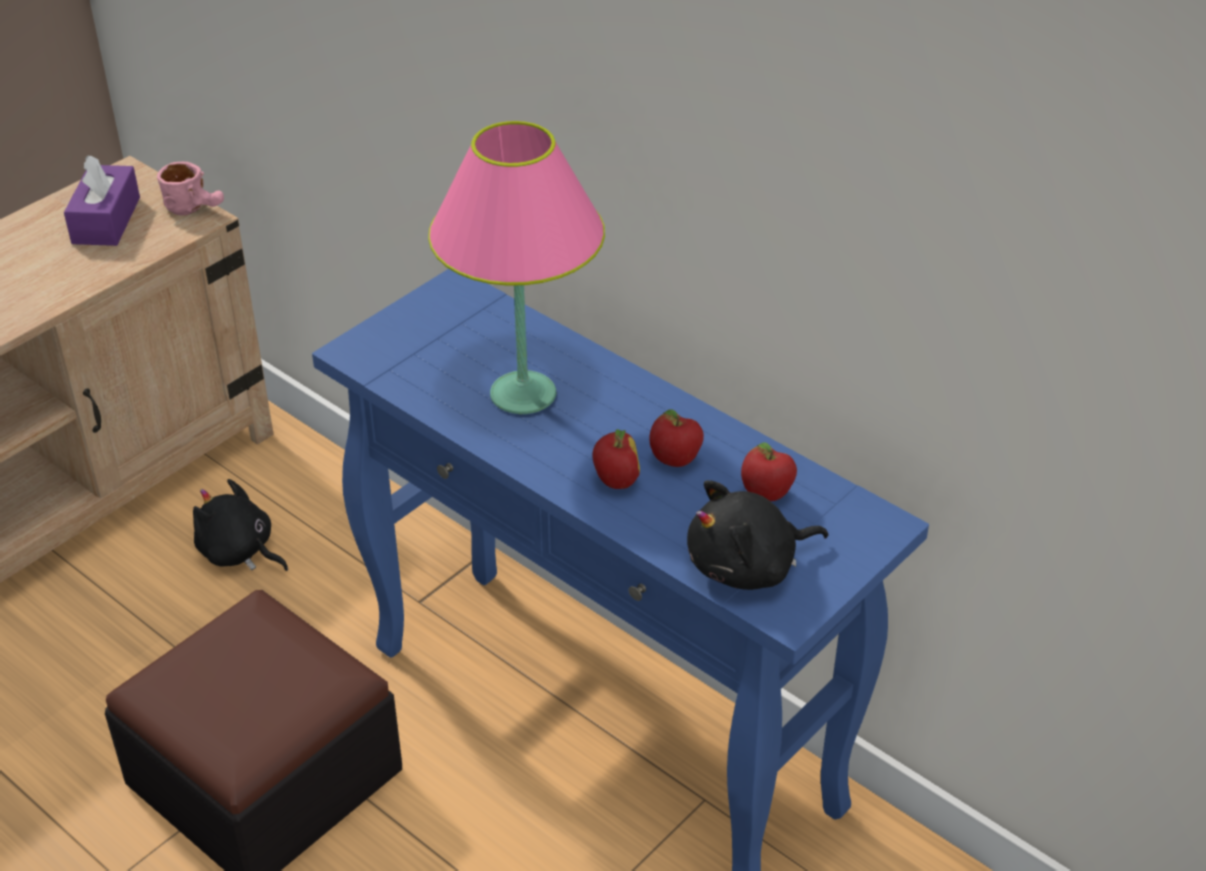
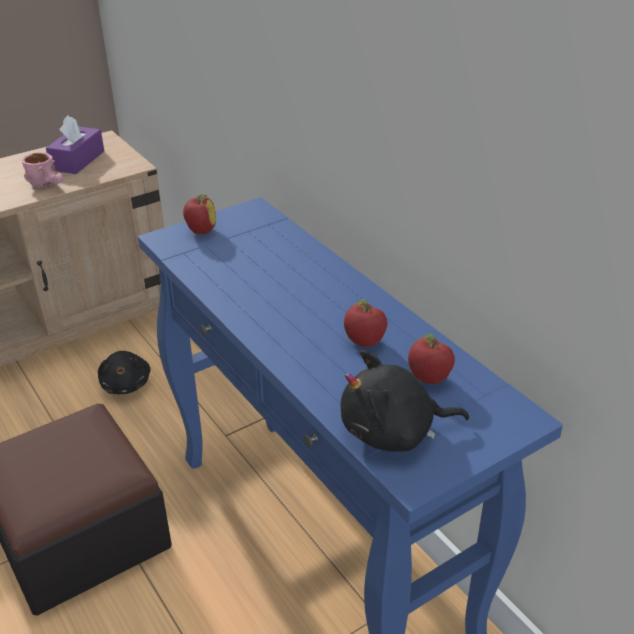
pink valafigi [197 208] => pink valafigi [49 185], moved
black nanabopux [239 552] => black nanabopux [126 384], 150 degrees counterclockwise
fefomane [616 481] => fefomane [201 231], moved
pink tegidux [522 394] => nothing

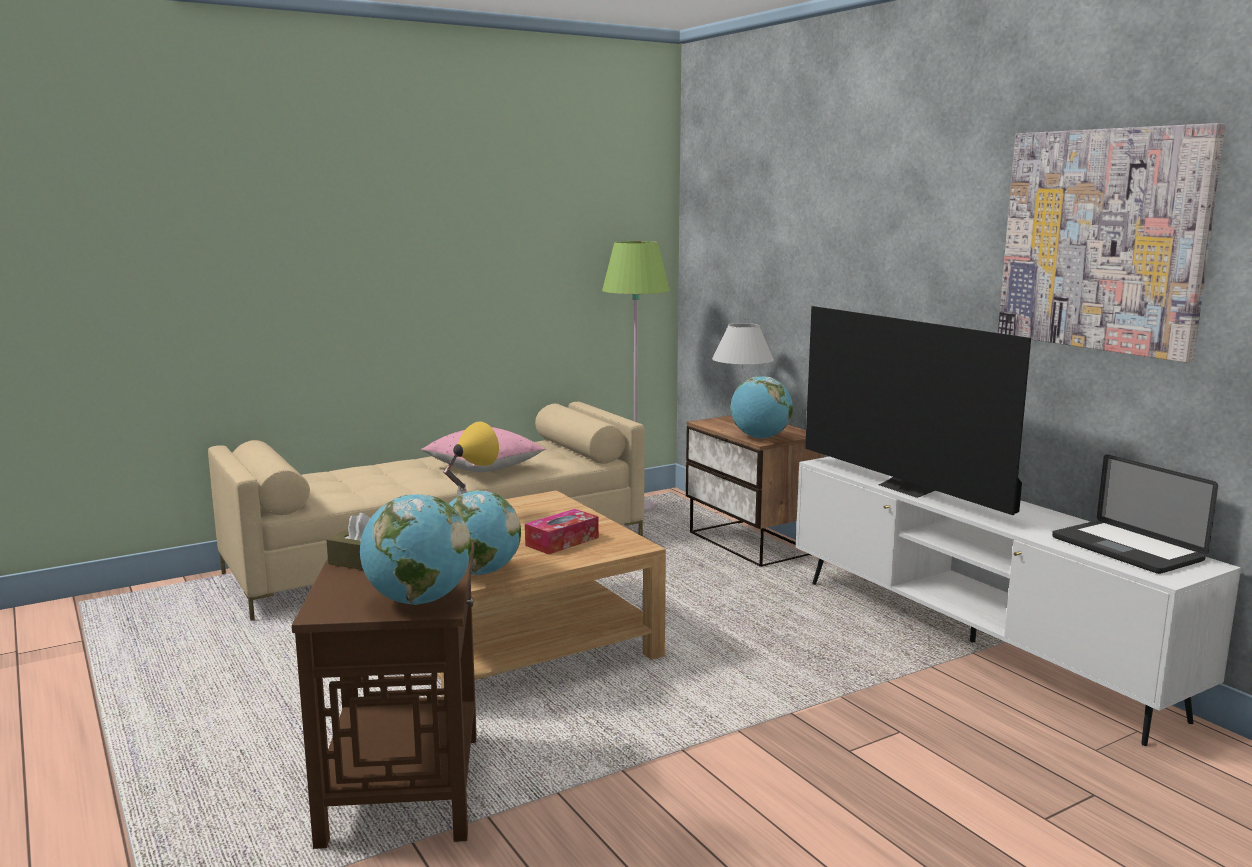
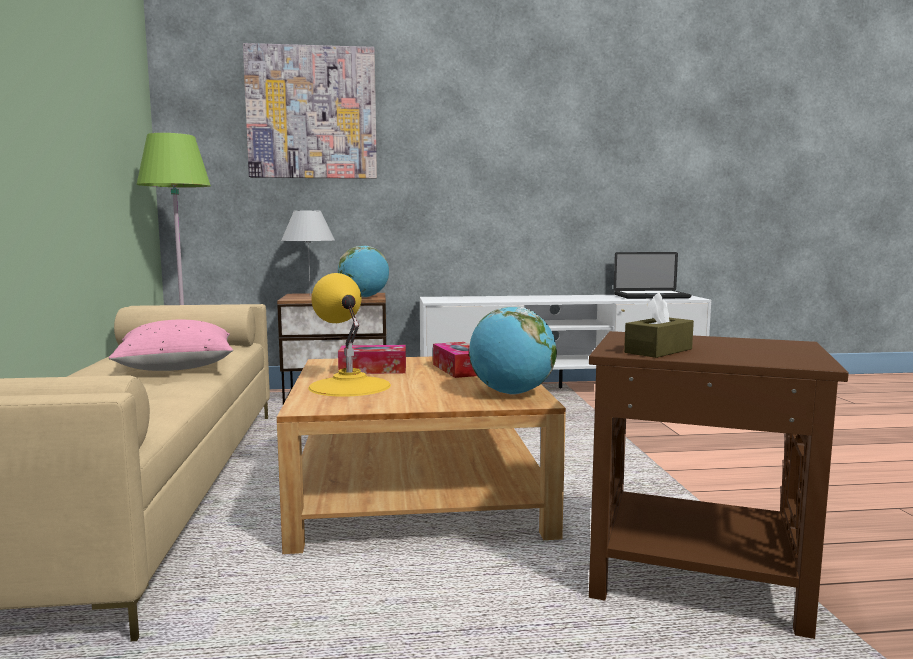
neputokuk [1103 240] => neputokuk [312 113], moved
nothing => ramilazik [373 370]
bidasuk [418 601] => nothing
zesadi [910 488] => nothing

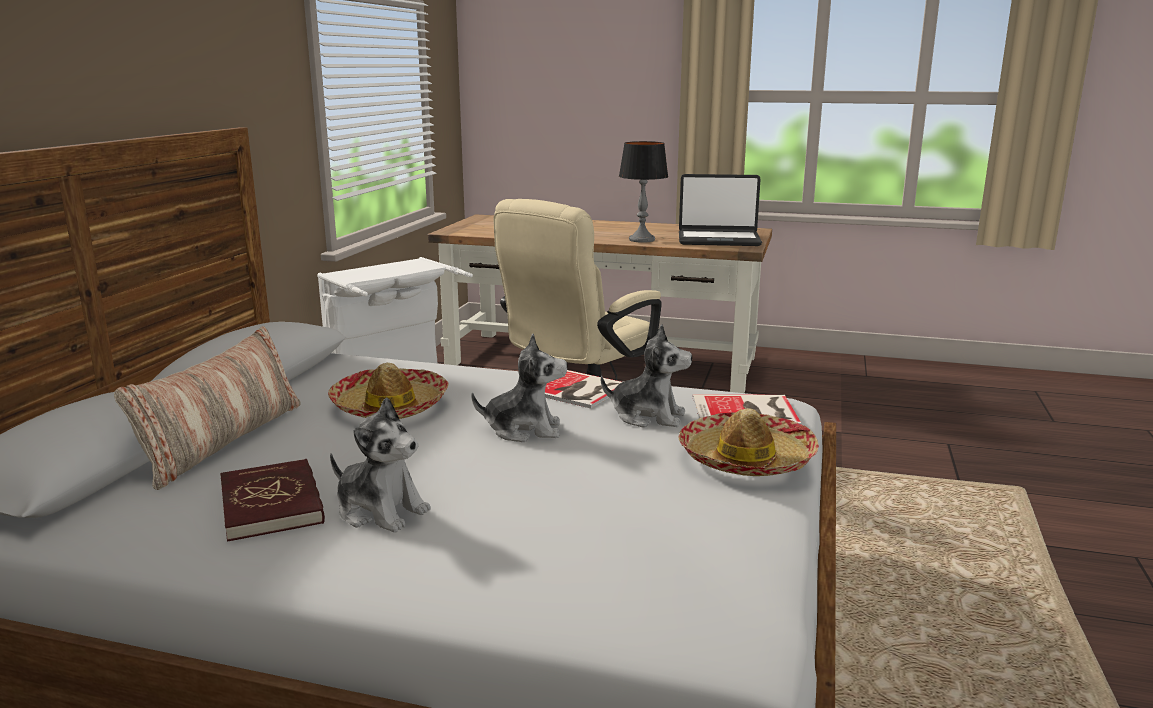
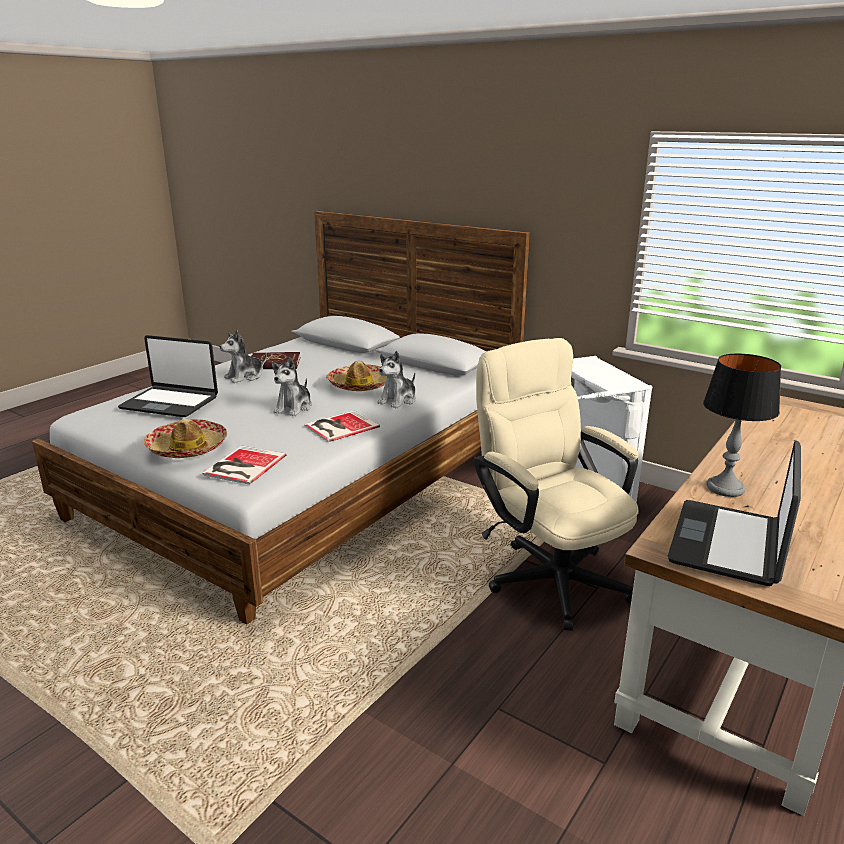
nothing => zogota [170 403]
nanabopux [648 416] => nanabopux [398 400], moved
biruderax [222 441] => nothing

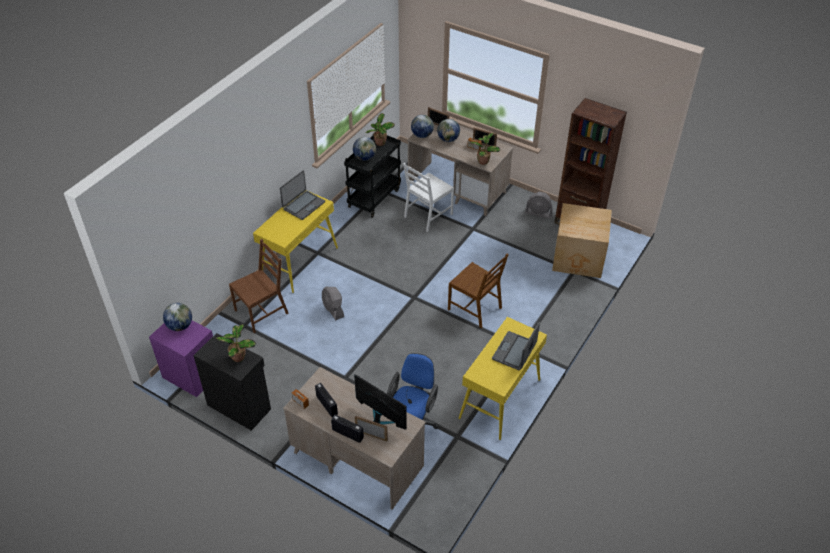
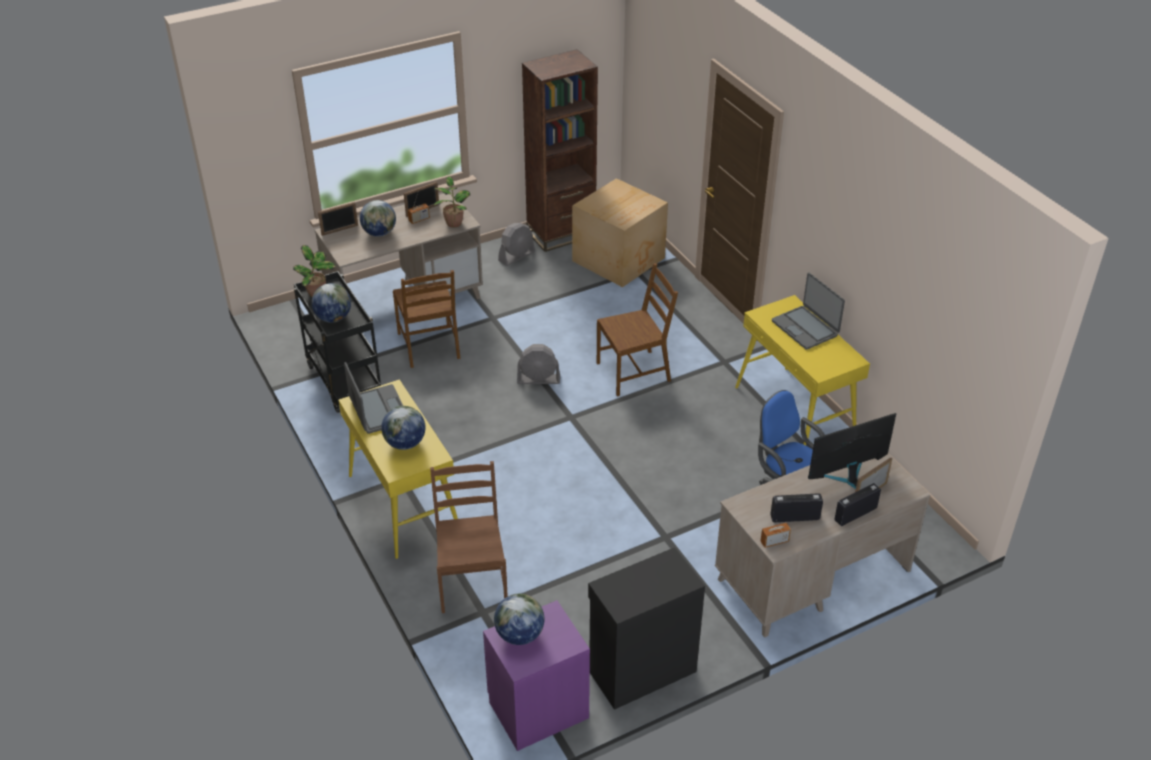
bidasuk [422 135] => bidasuk [405 443], moved
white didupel [428 215] => brown didupel [430 346]
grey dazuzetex [333 309] => grey dazuzetex [538 379], moved
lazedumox [239 356] => nothing

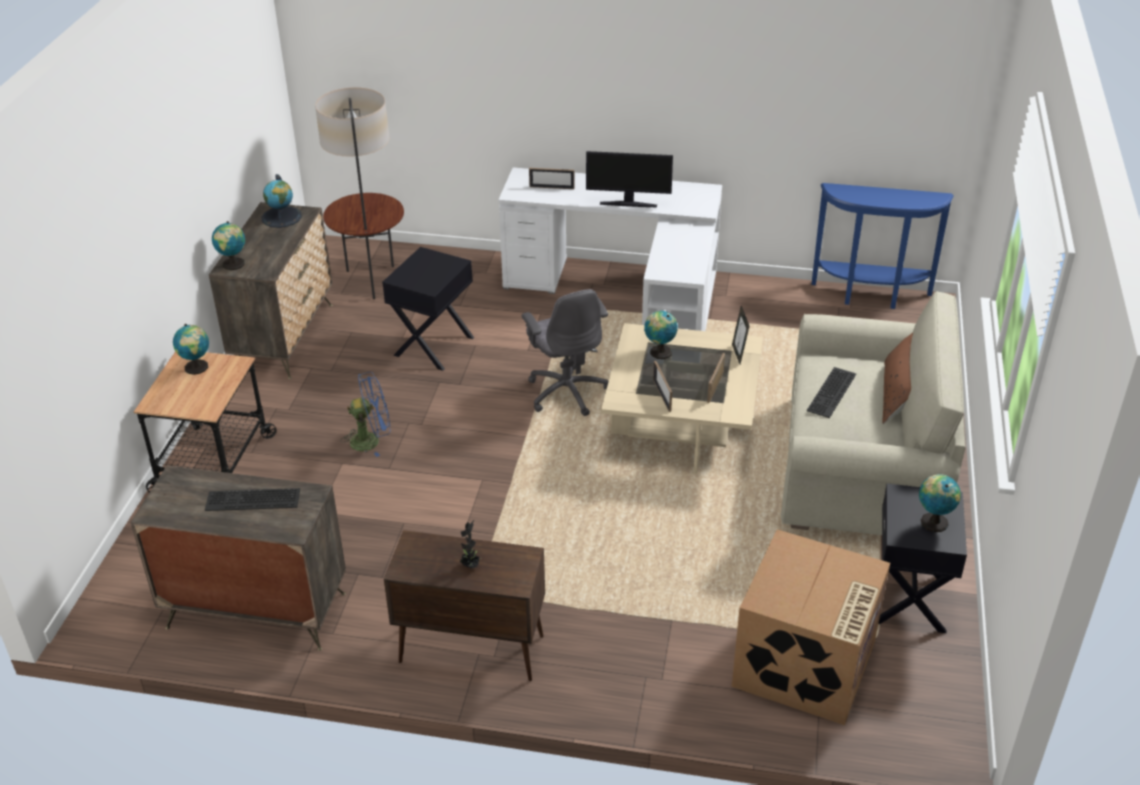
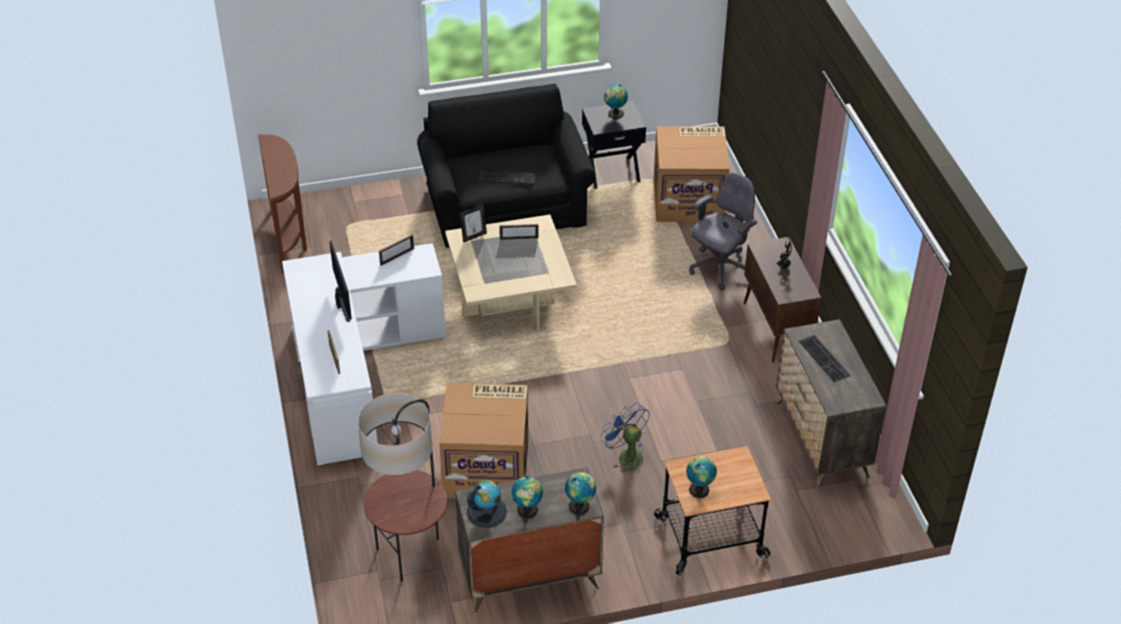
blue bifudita [871 296] => brown bifudita [289 239]
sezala [662 395] => sezala [397 257], moved
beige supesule [861 469] => black supesule [506 208]
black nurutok [435 346] => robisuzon [487 467]
bidasuk [659 352] => bidasuk [527 511], moved
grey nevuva [567 391] => grey nevuva [720 268], moved
brown biruderax [896 394] => nothing

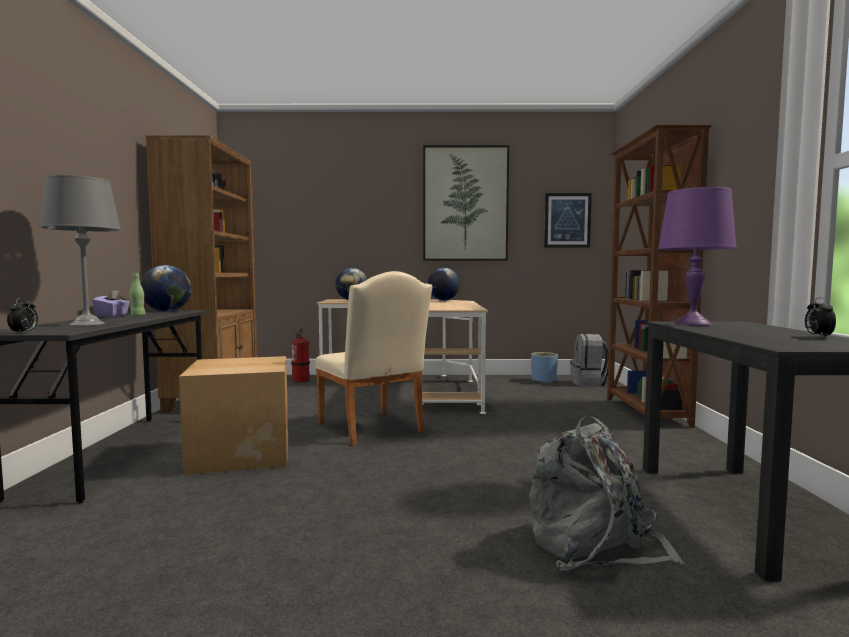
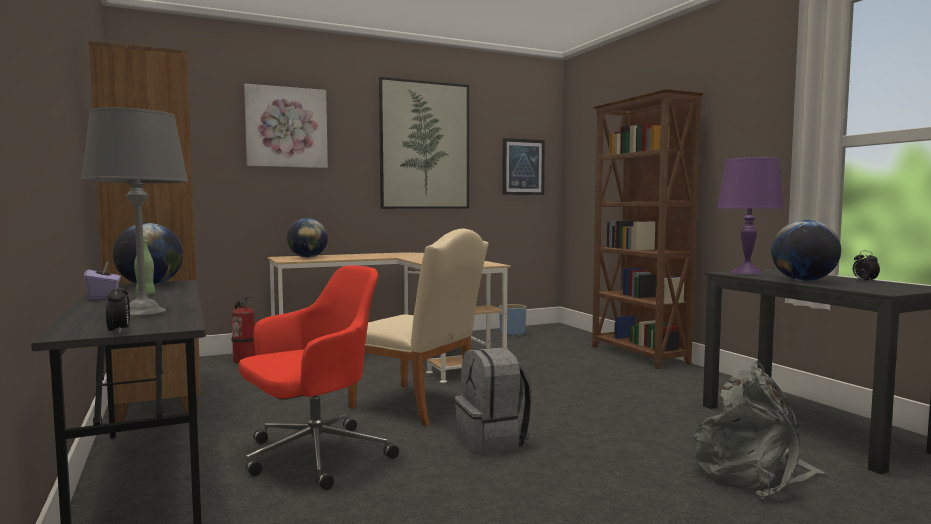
robisuzon [241 454] => red nevuva [313 456]
nothing => neputokuk [286 127]
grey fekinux [589 383] => grey fekinux [493 440], moved
bidasuk [443 300] => bidasuk [803 281], moved

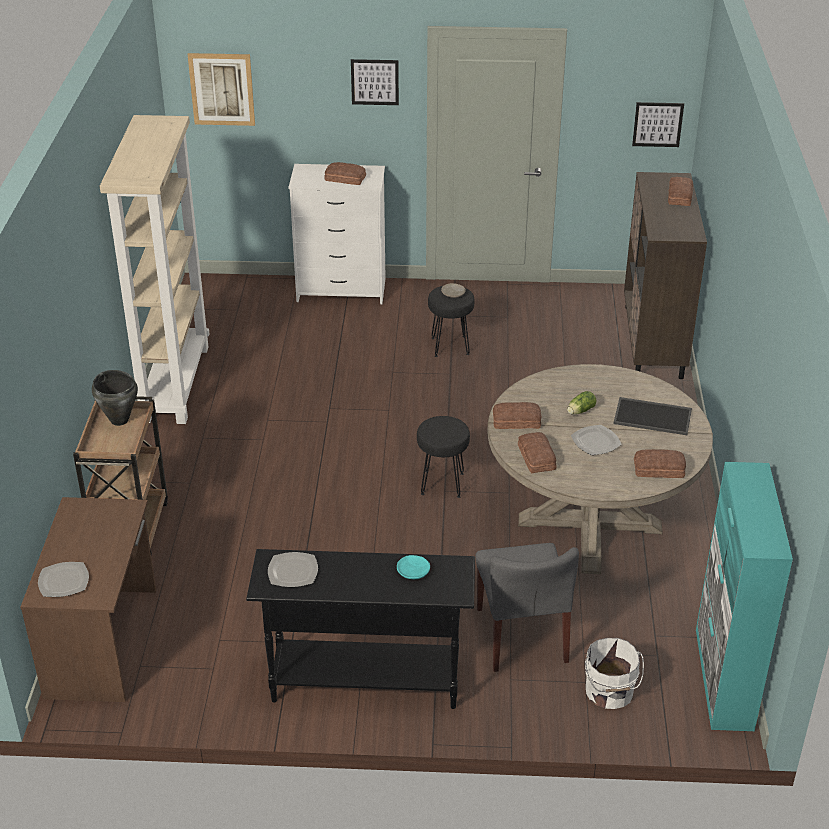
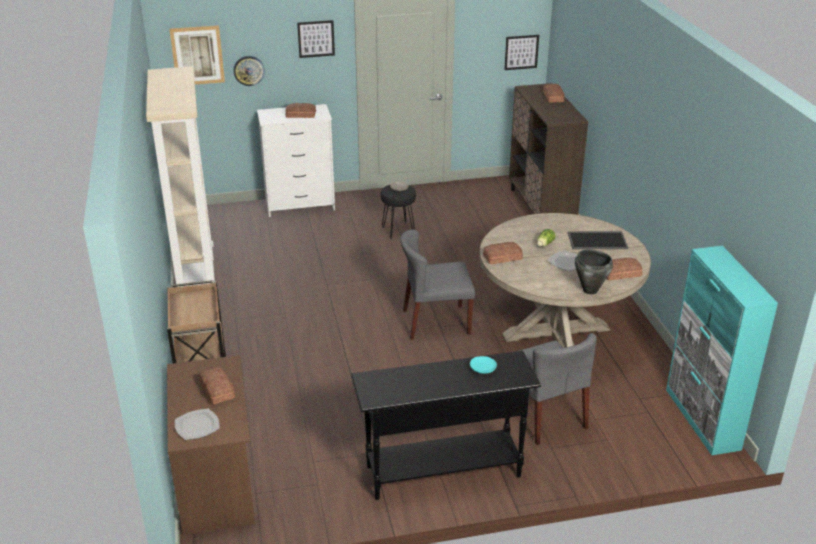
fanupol [535 458] => fanupol [216 390], moved
nothing => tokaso [248 70]
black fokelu [442 483] => grey didupel [435 322]
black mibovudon [119 420] => black mibovudon [590 290], moved
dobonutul [292 572] => nothing
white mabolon [609 693] => nothing

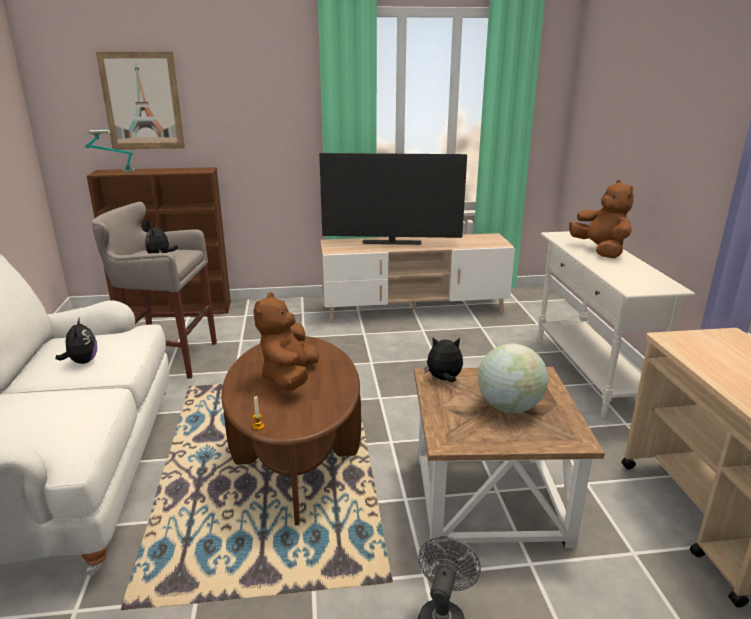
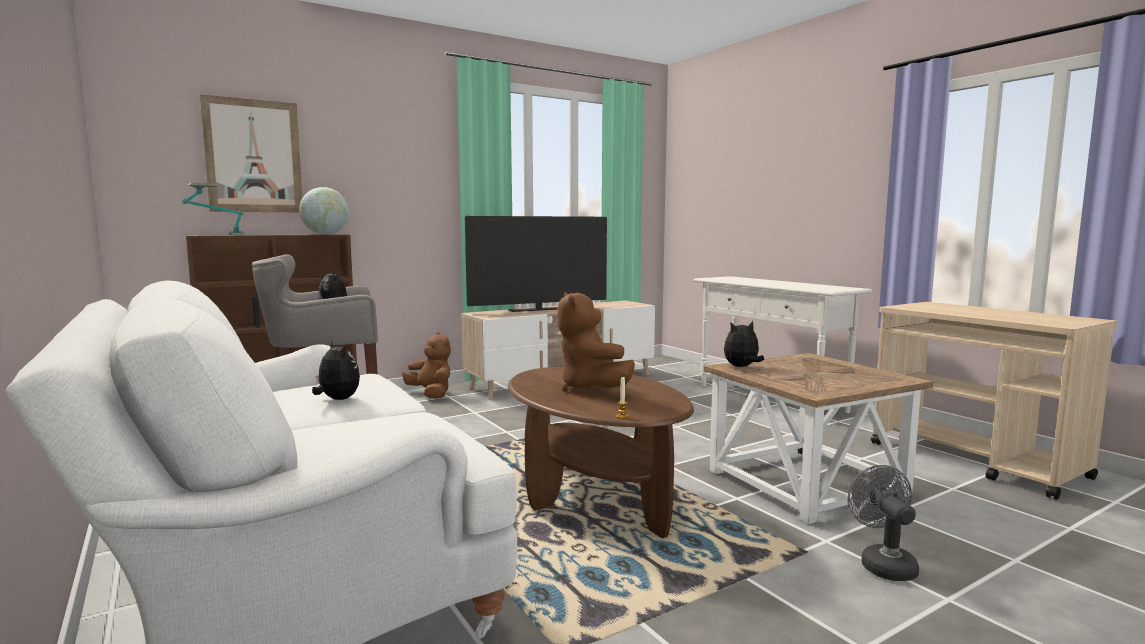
bidasuk [509 407] => bidasuk [326 234], moved
brown nanabopux [600 251] => brown nanabopux [431 394], moved

